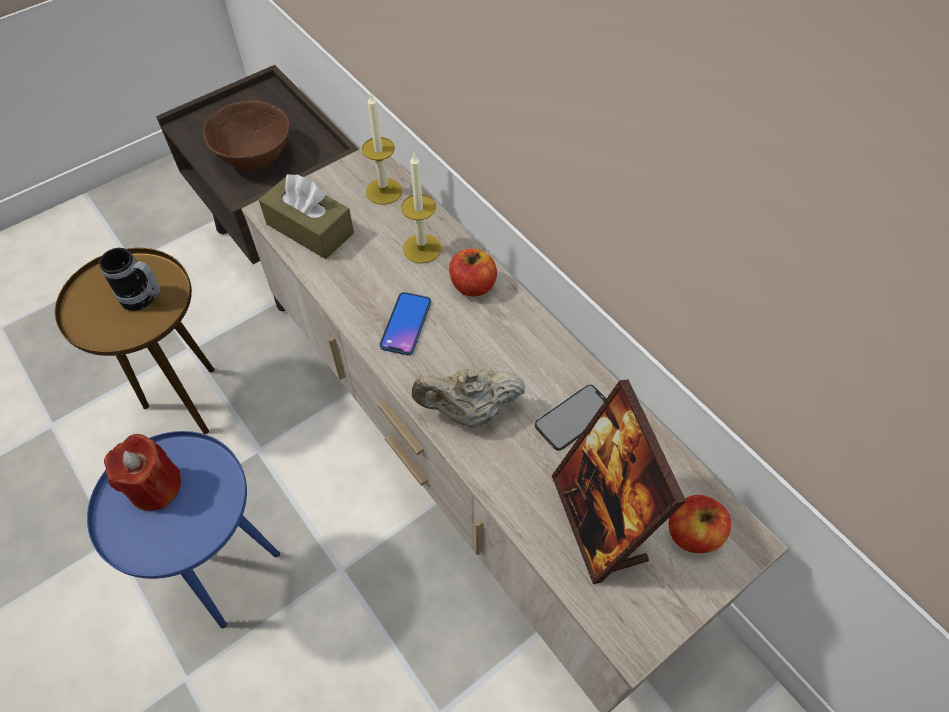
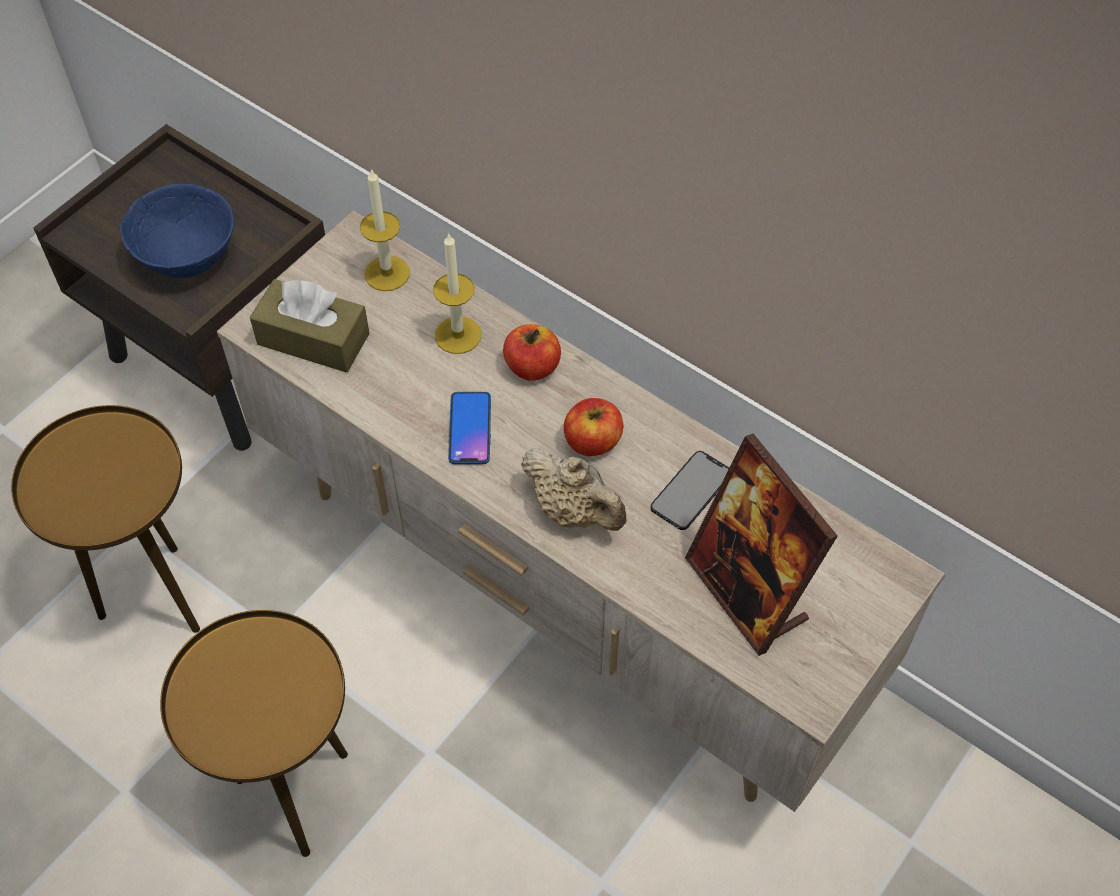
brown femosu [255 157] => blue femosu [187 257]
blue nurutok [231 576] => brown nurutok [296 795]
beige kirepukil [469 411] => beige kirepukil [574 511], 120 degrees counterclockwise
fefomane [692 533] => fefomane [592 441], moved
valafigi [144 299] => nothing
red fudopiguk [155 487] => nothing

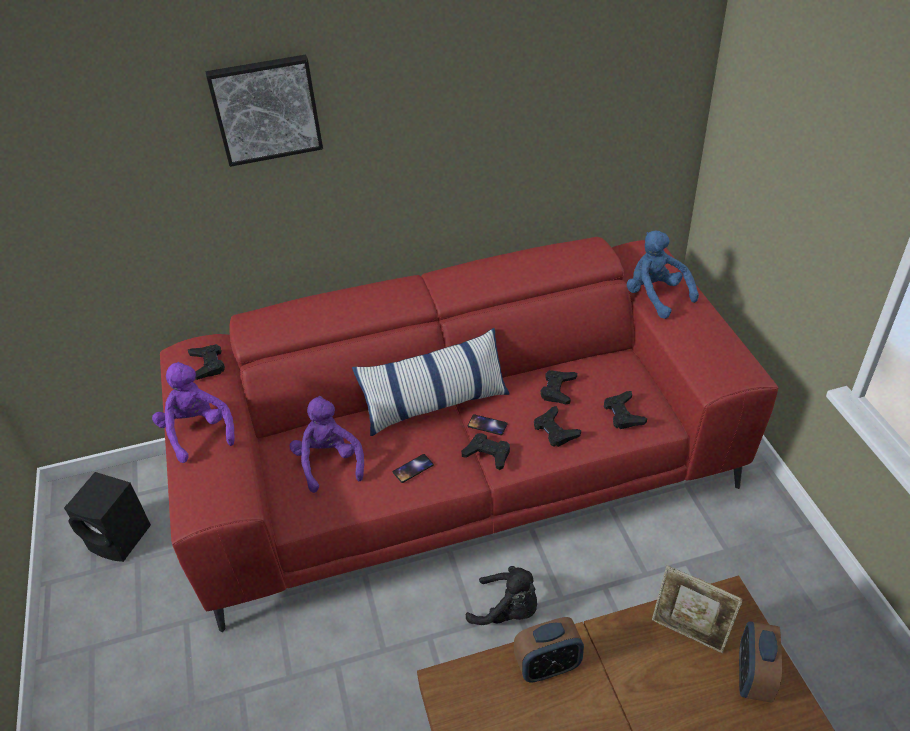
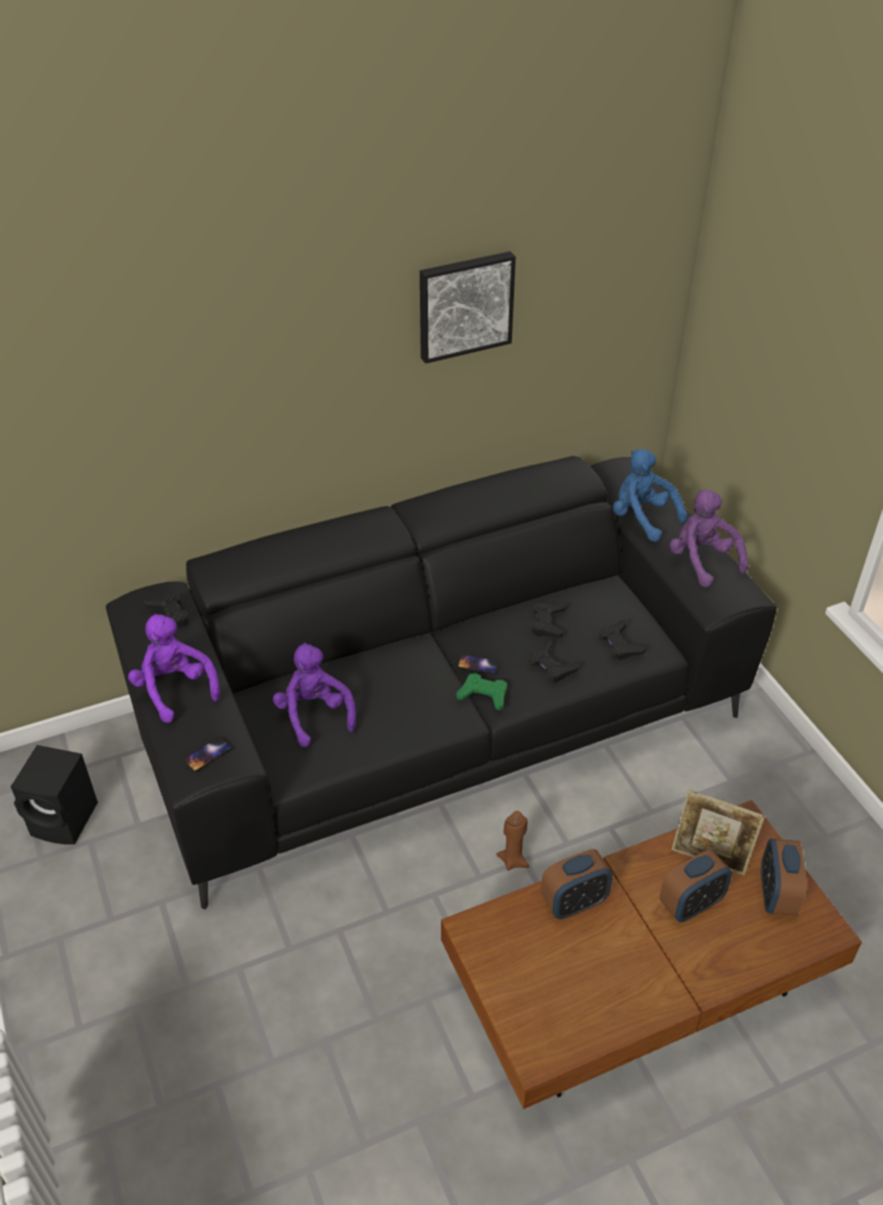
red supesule [461 471] => black supesule [440 719]
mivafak [413 468] => mivafak [207 754], moved
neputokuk [266 109] => neputokuk [464 305], moved
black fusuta [487 454] => green fusuta [483 695]
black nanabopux [508 610] => brown fudopiguk [513 860]
nothing => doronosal [691 904]
nothing => purple nanabopux [702 561]
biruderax [435 404] => nothing

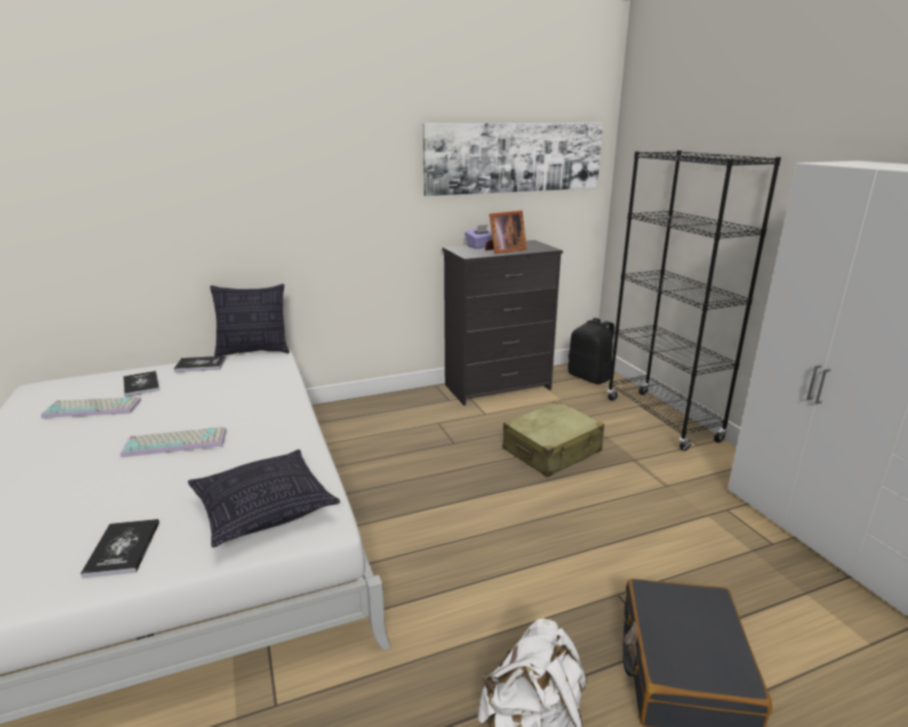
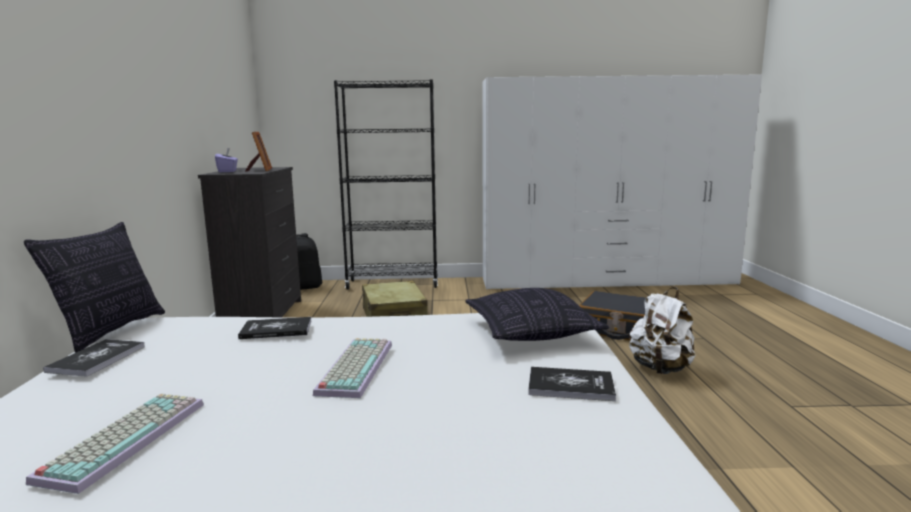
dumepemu [141 384] => dumepemu [276 329], moved
neputokuk [514 157] => nothing

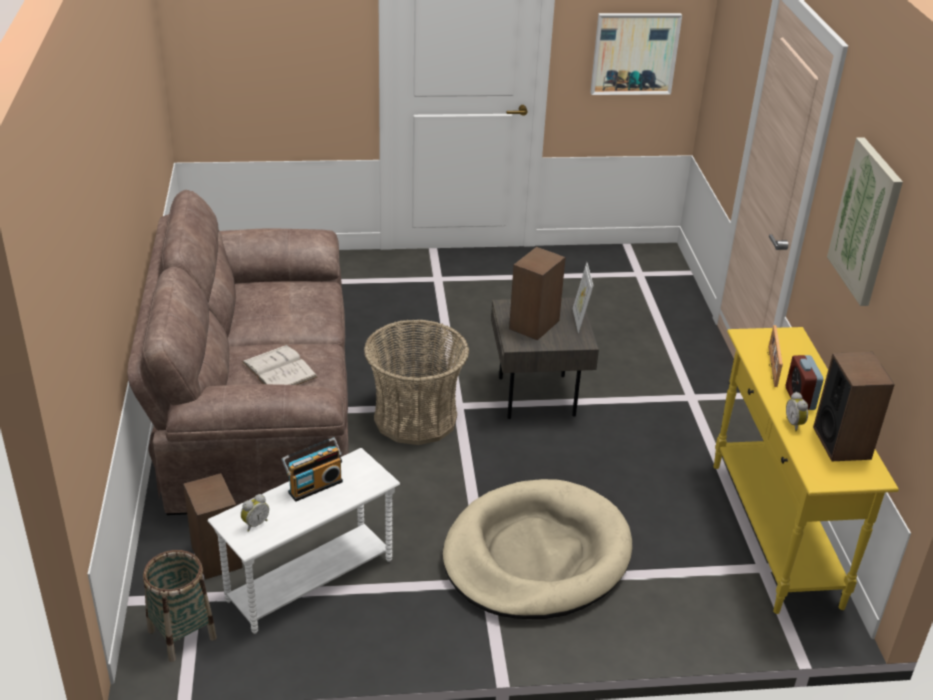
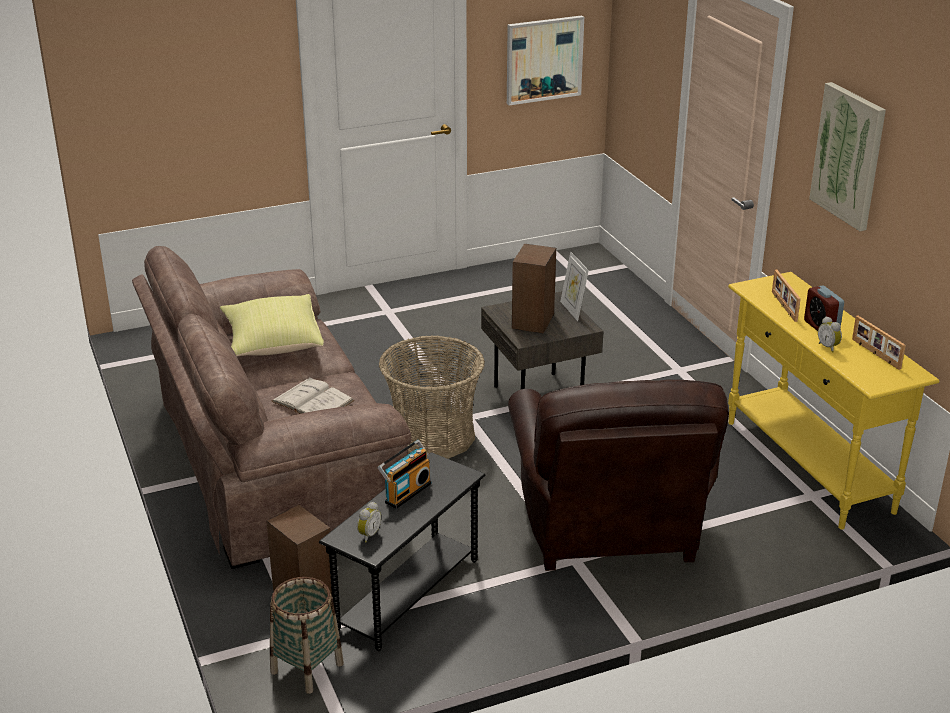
nothing => yellow biruderax [272 343]
white nurutok [309 580] => black nurutok [407 594]
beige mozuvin [536 555] => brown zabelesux [609 528]
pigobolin [842 443] => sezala [875 354]

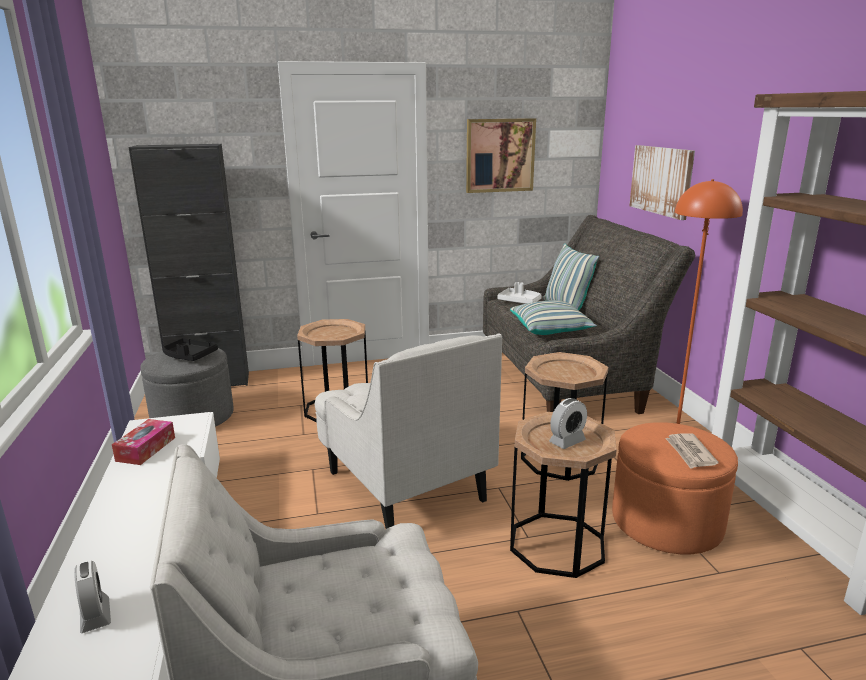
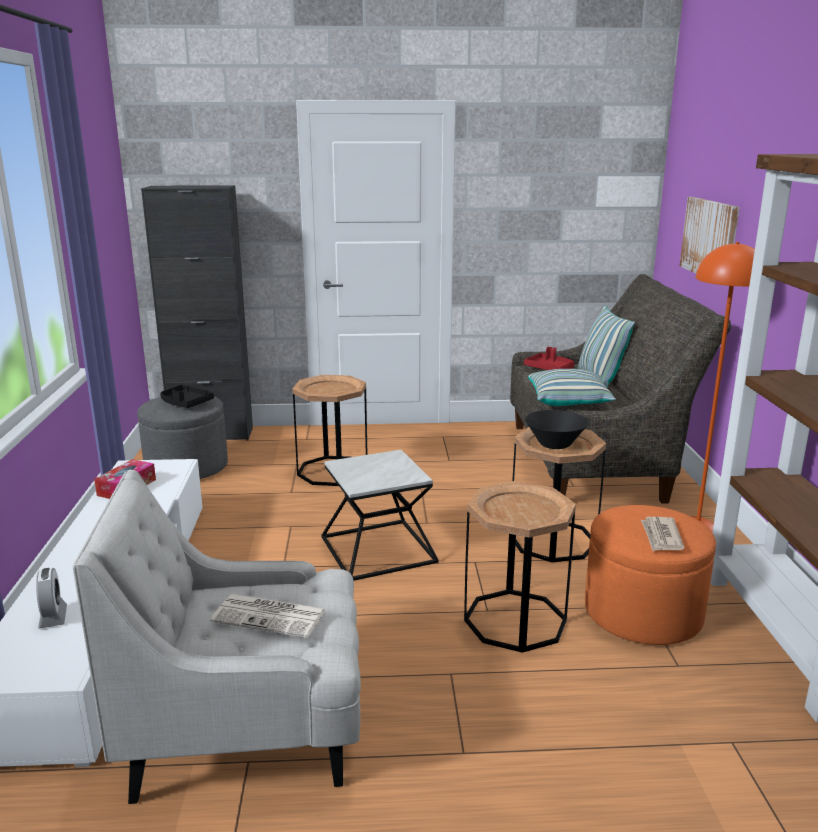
nothing => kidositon [271 616]
white zabelesux [404 485] => nurutok [378 550]
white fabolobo [519 301] => red fabolobo [549 369]
nothing => black femosu [554 444]
neputokuk [500 155] => nothing
doronosal [567 441] => nothing

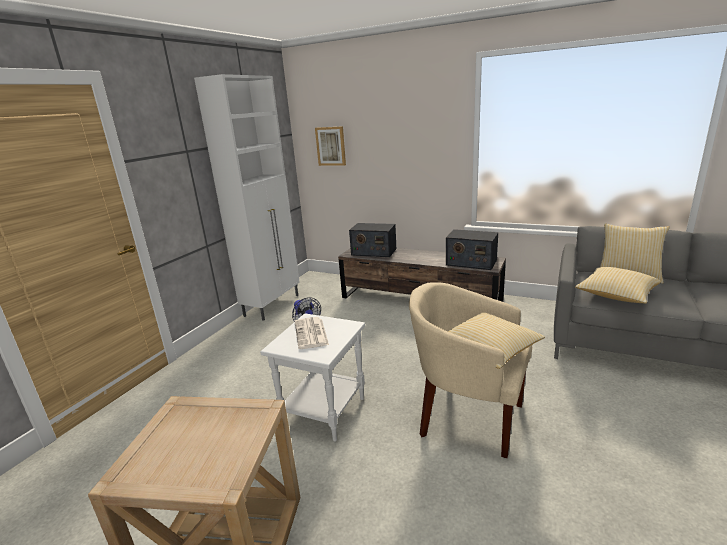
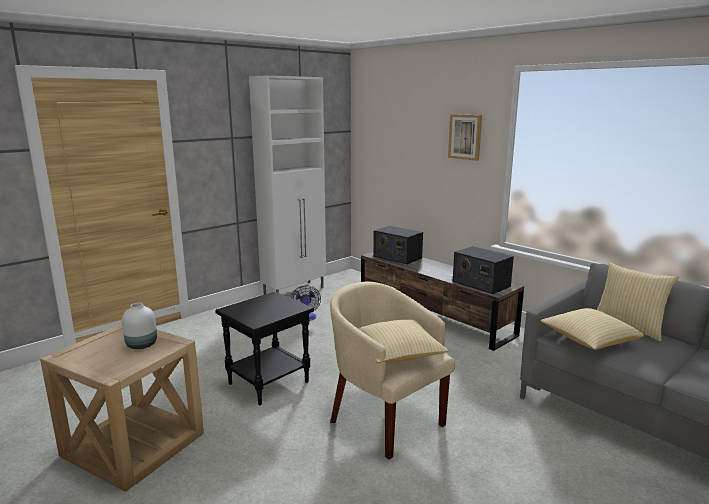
nothing => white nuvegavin [142 344]
white nurutok [323 411] => black nurutok [268 382]
neputokuk [331 146] => neputokuk [465 137], moved
kidositon [311 333] => nothing

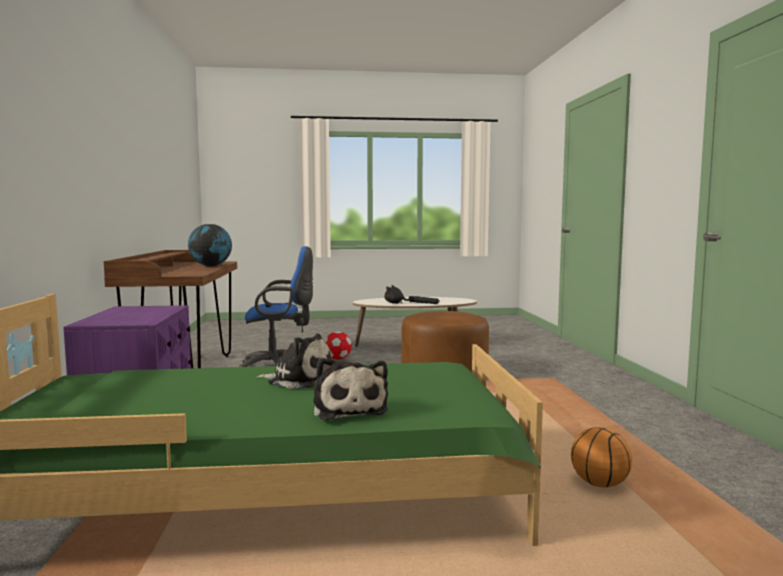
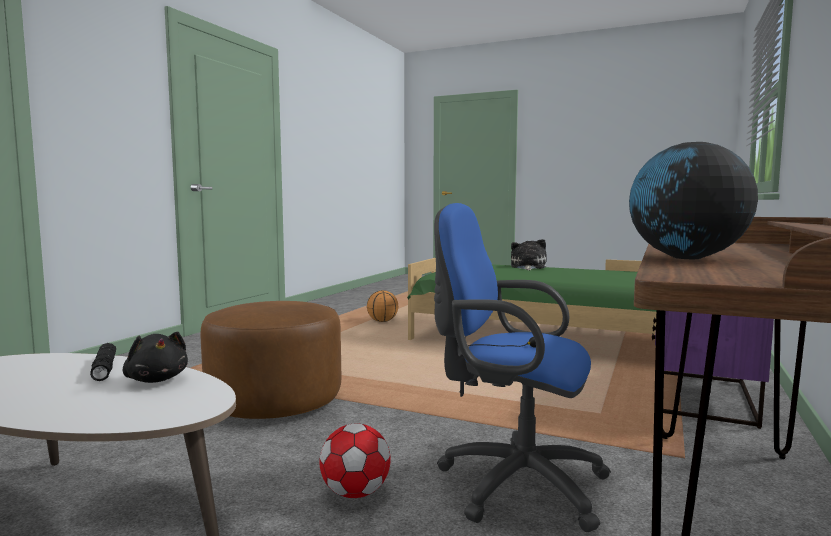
nanabopux [298 379] => nothing

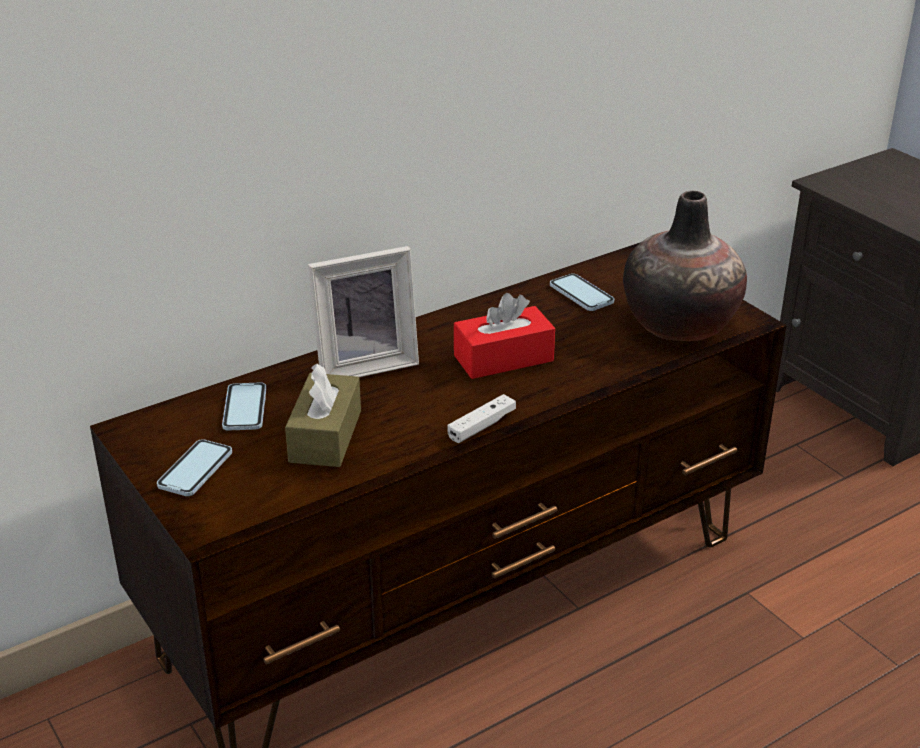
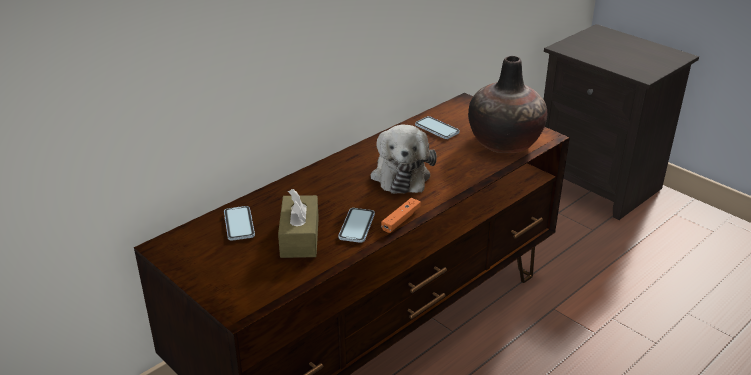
mivafak [195 470] => mivafak [356 226], moved
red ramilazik [503 358] => nanabopux [400 174]
white fusuta [482 426] => orange fusuta [401 220]
sezala [364 364] => nothing

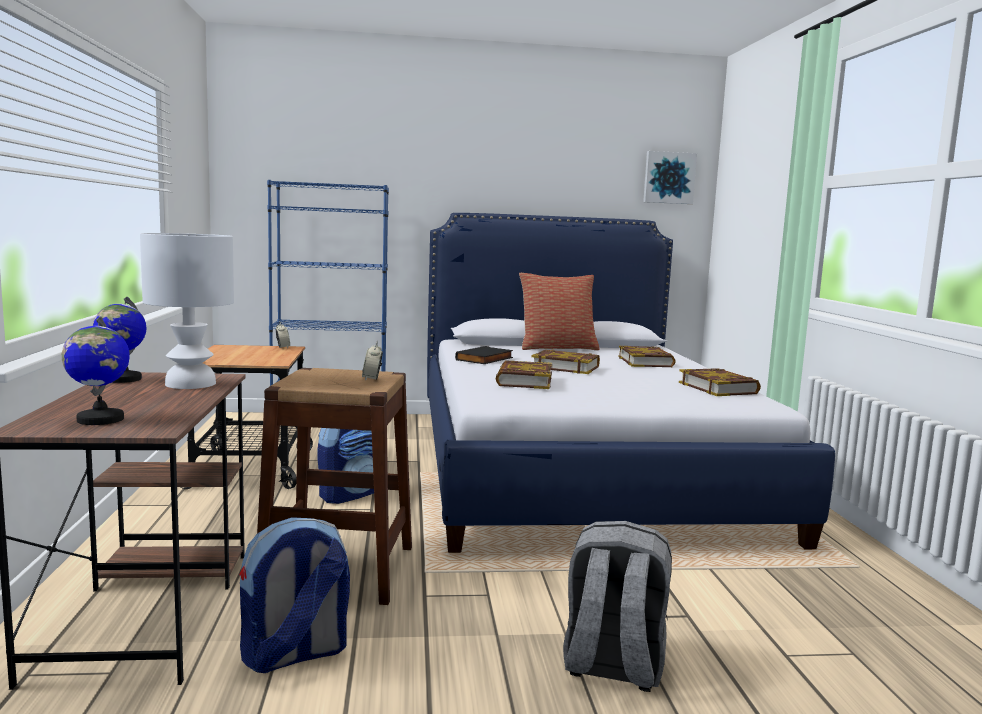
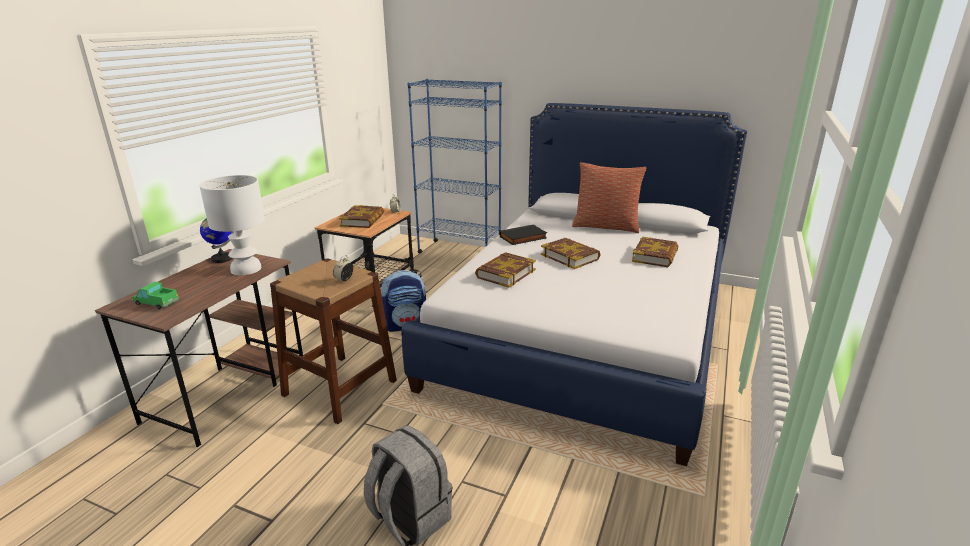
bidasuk [99 419] => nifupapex [156 303]
dumepemu [718 388] => dumepemu [363 220], moved
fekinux [295 655] => nothing
neputokuk [669 178] => nothing

